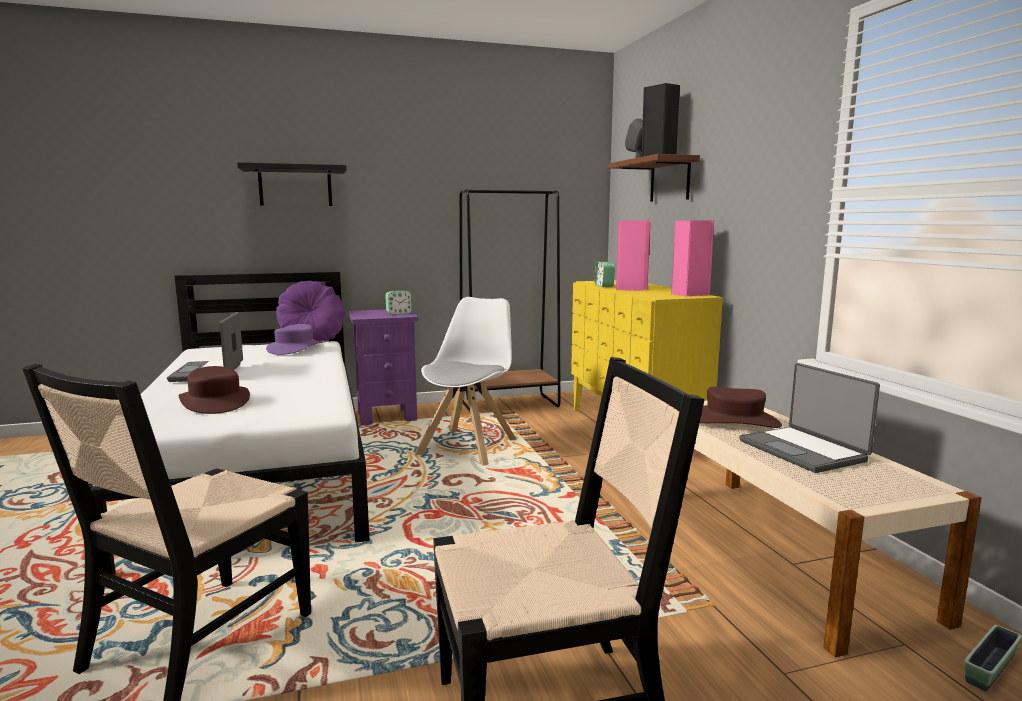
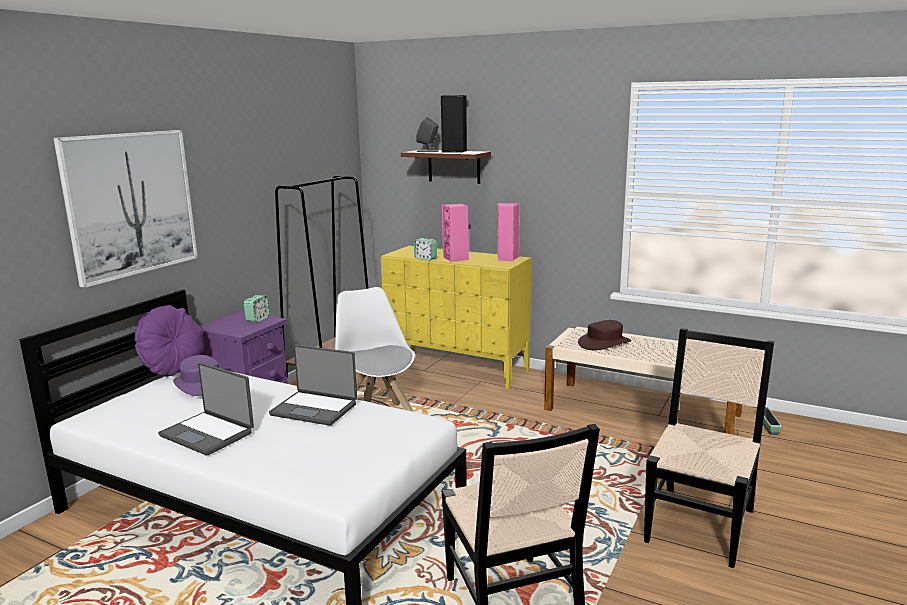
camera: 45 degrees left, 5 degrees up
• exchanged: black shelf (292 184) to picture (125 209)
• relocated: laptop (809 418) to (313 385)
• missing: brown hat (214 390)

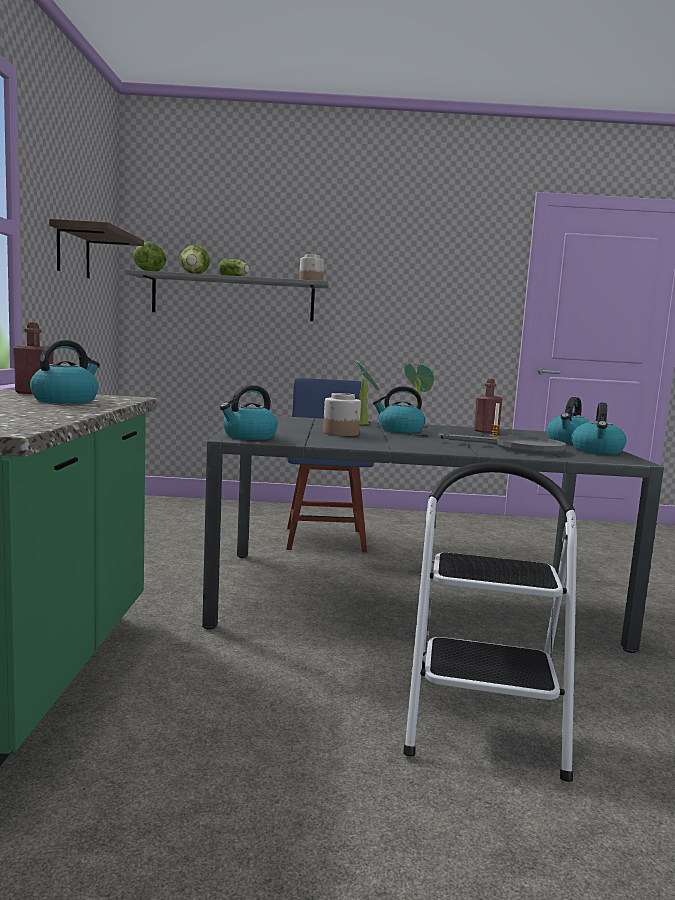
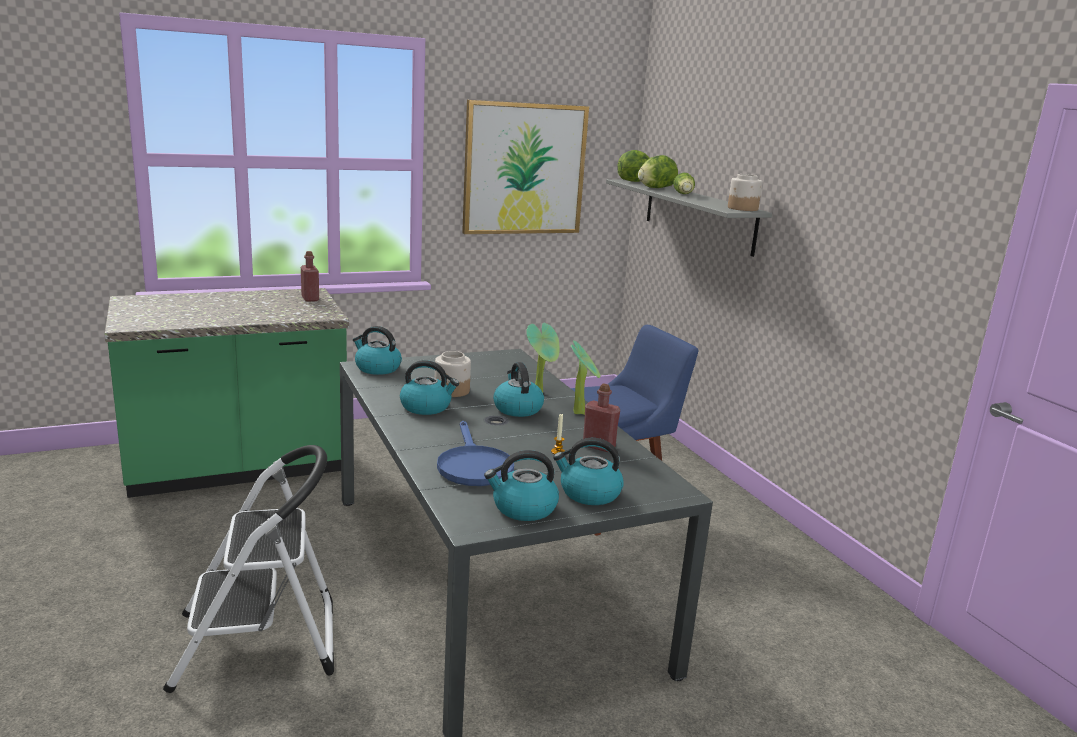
camera: 65 degrees right, 10 degrees up
• exchanged: shelf (96 248) to picture (525 167)
• relocated: kettle (65 371) to (429 387)
• colour: grey frying pan (502 444) to blue frying pan (475 453)

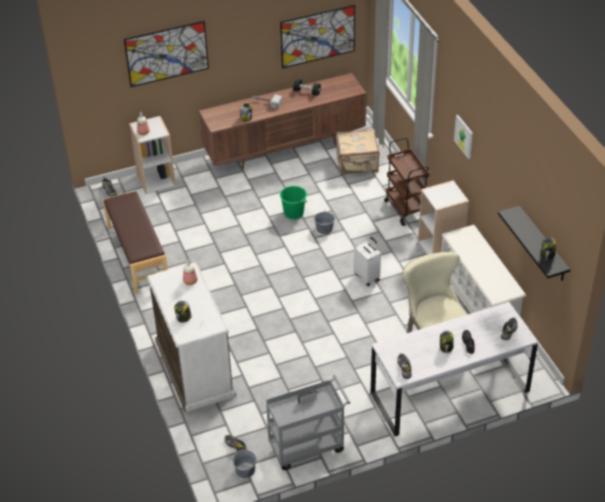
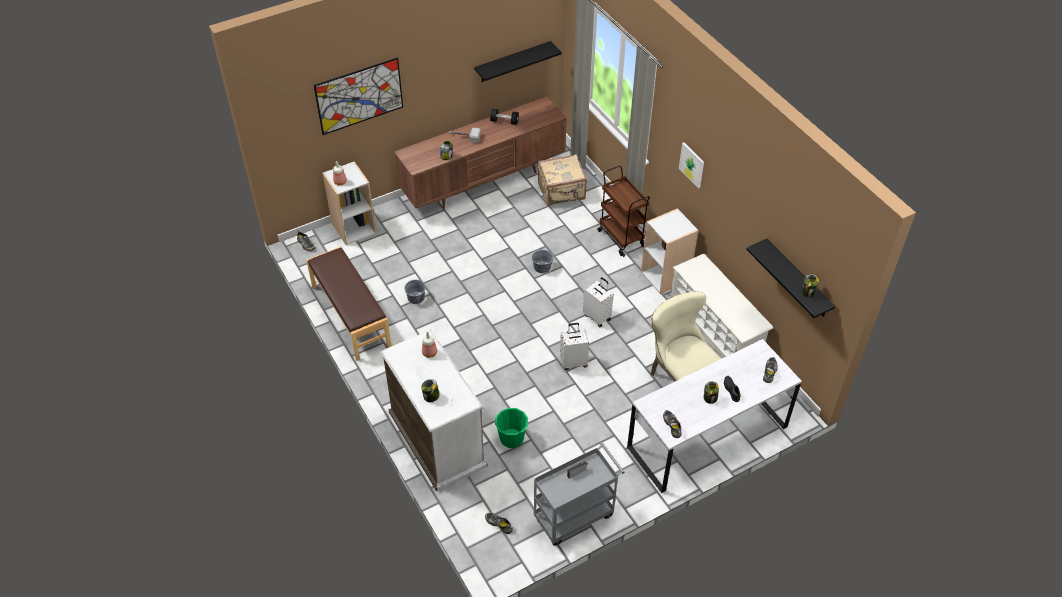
camera: 10 degrees left, 5 degrees up
• exchanged: picture (317 37) to black shelf (518 61)
• relocated: green bucket (293 202) to (512 428)
• relocated: grey bucket (244 464) to (415 291)
• appeared: white suitcase (574 346)

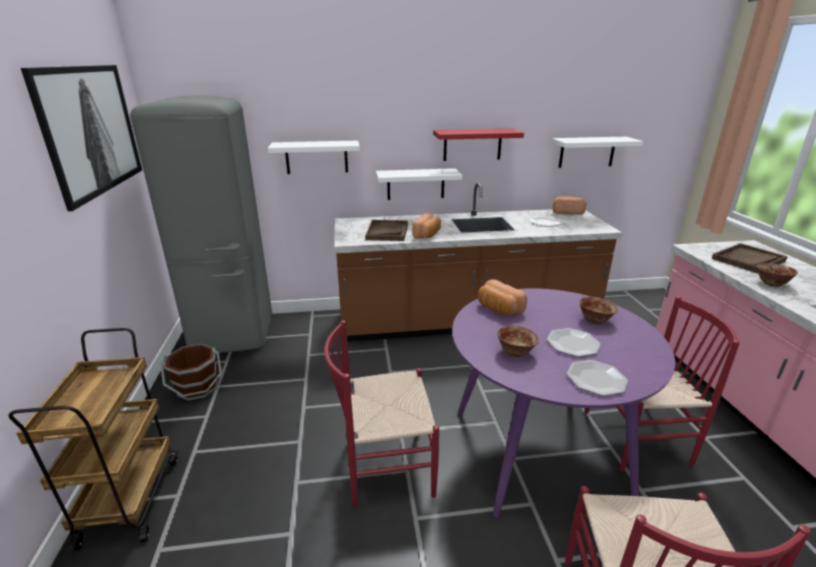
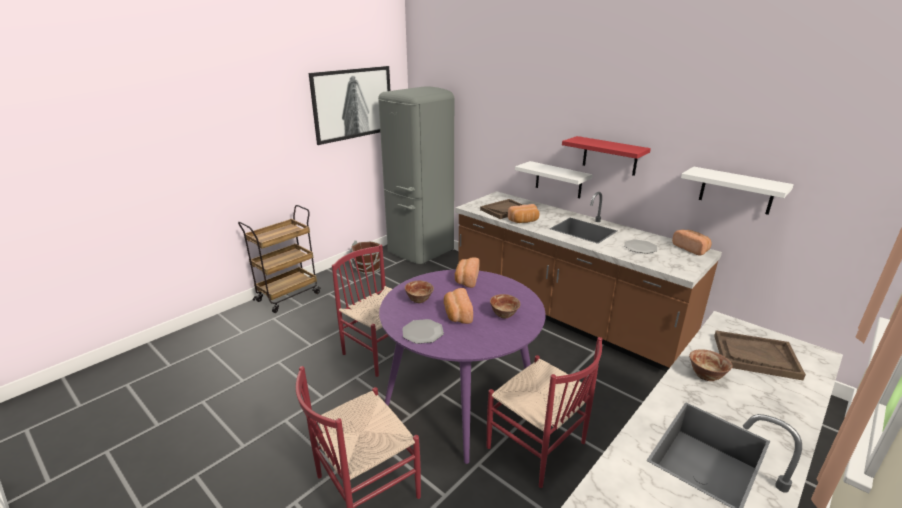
camera: 50 degrees right, 0 degrees up
• missing: white shelf (314 157)
• exchanged: plate (573 342) to bread (458 306)

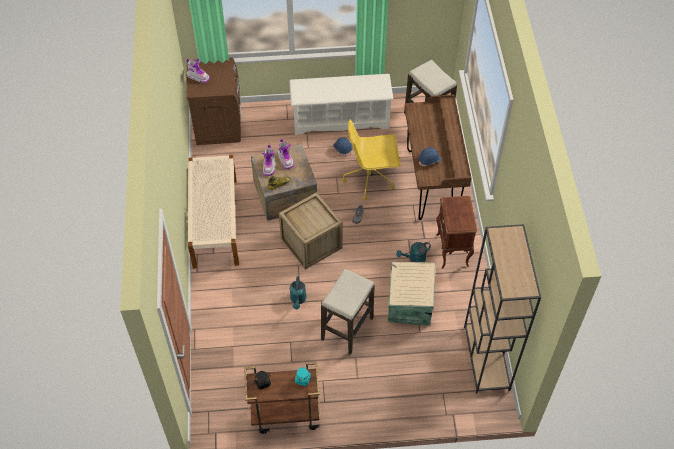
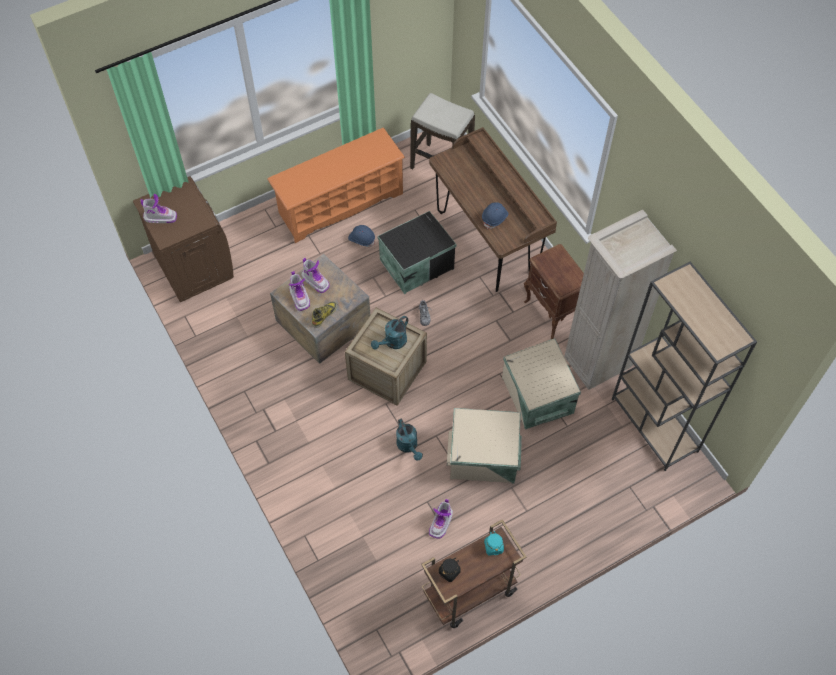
camera: 25 degrees left, 5 degrees up
• colour: white shoe rack (341 104) to orange shoe rack (336 185)
• exchanged: yellow office chair (371 159) to black storage box (417 252)
• missing: beige bench (213 212)
• relocated: turquoise watering can (413 252) to (389 333)
• exchanged: stool (348 311) to beige storage box (484 446)
• appeared: beige cabinet (620 300)
• appeared: boot (441 519)

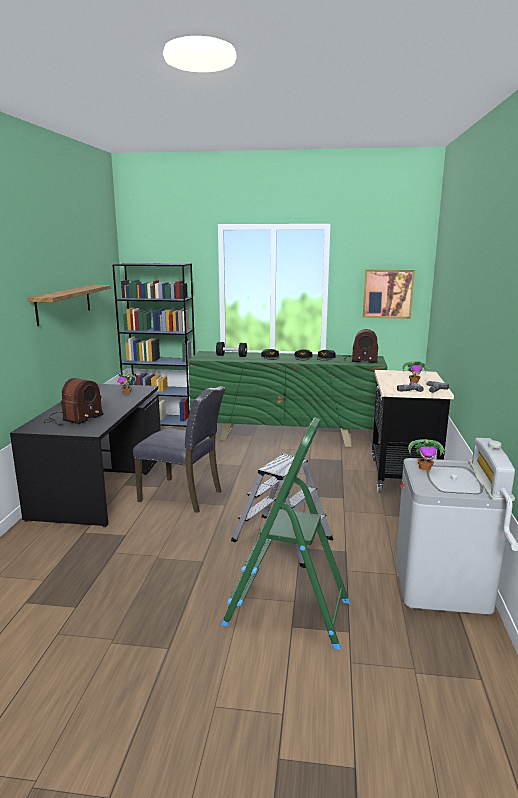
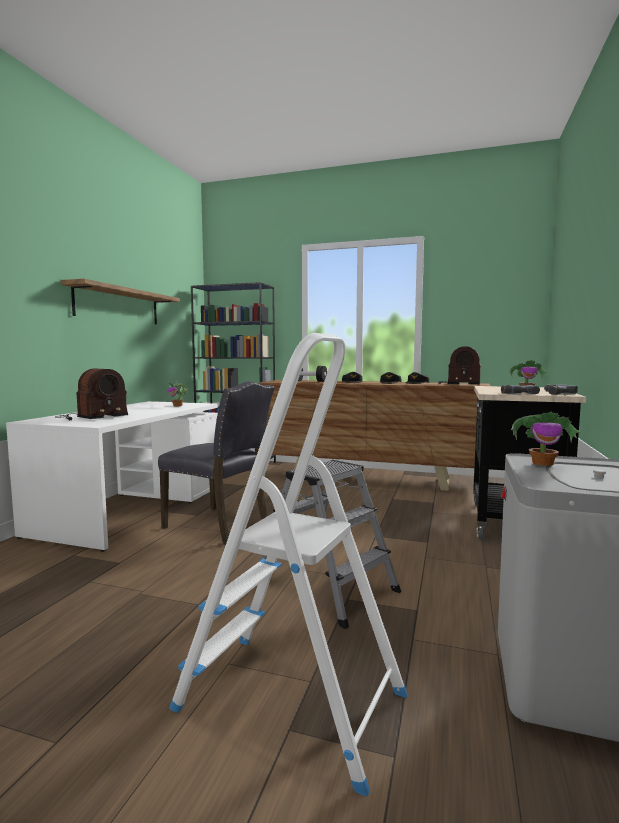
camera: 10 degrees right, 10 degrees down
• missing: picture (389 294)
• colour: green cabinet (287 399) to brown cabinet (375 435)
• colour: black desk (85 455) to white desk (112 476)
• colour: green step ladder (285 533) to white step ladder (288 564)

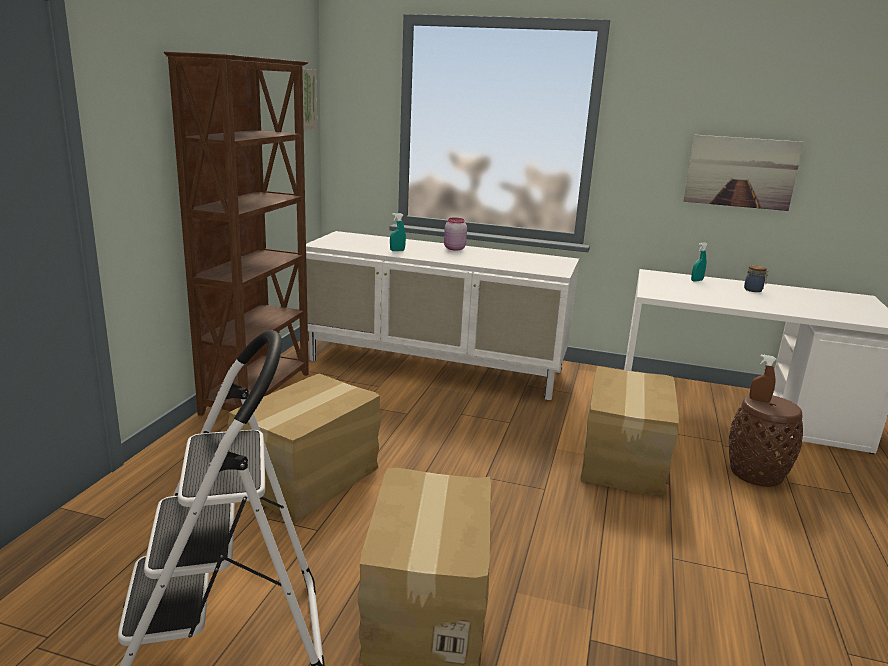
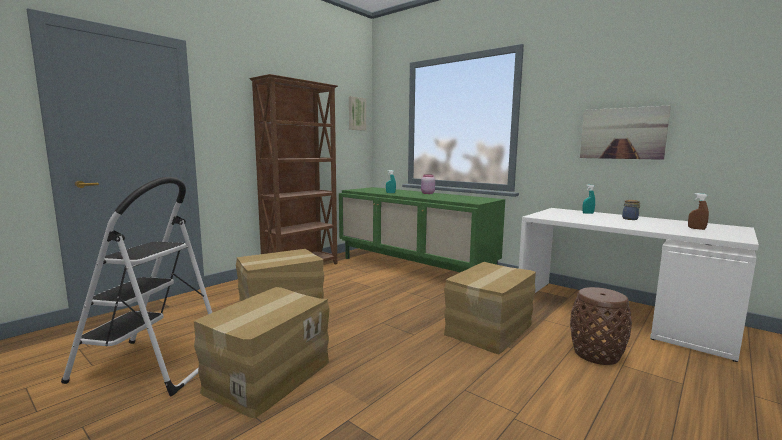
camera: 25 degrees right, 10 degrees down
• colour: white cabinet (442 315) to green cabinet (422 229)
• relocated: brown spray bottle (763 378) to (698 211)

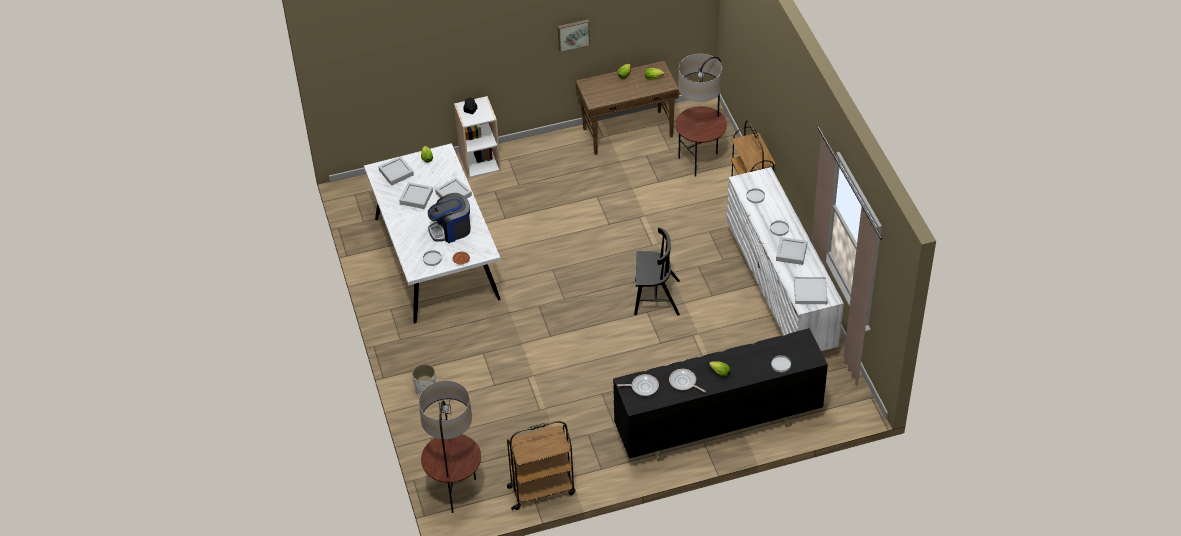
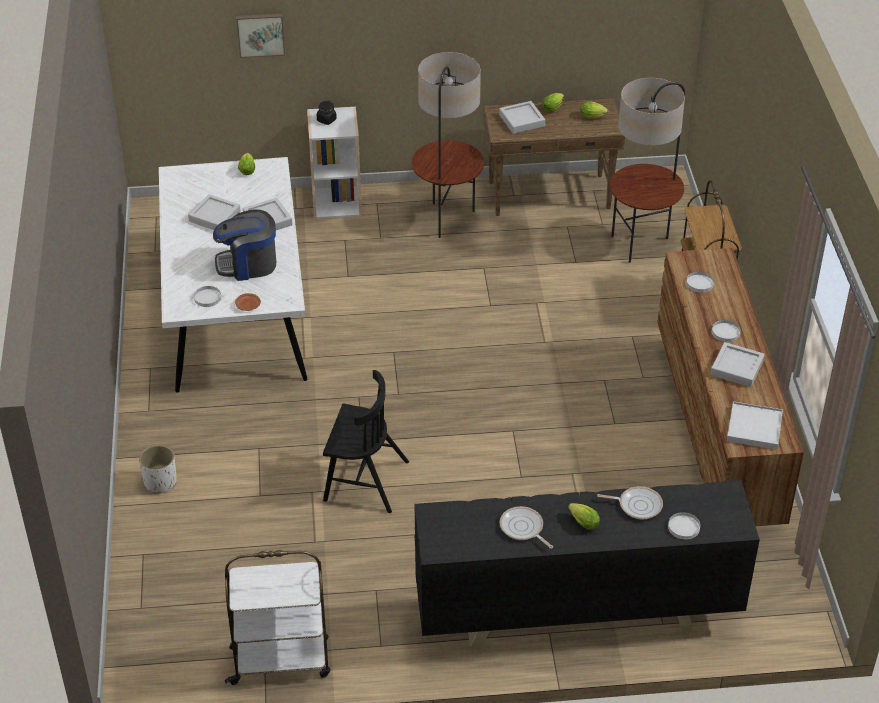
camera: 10 degrees right, 5 degrees down
• relocated: picture (574 35) to (260 36)
• relocated: grey tray (396 171) to (522 117)
• colour: white cabinet (785 259) to brown cabinet (730 387)
• relocated: black chair (657 271) to (366 441)
• relocated: frying pan (638 385) to (630 503)
• relocated: floor lamp (450 446) to (448 145)
• colour: brown cart (541 465) to white cart (277 617)

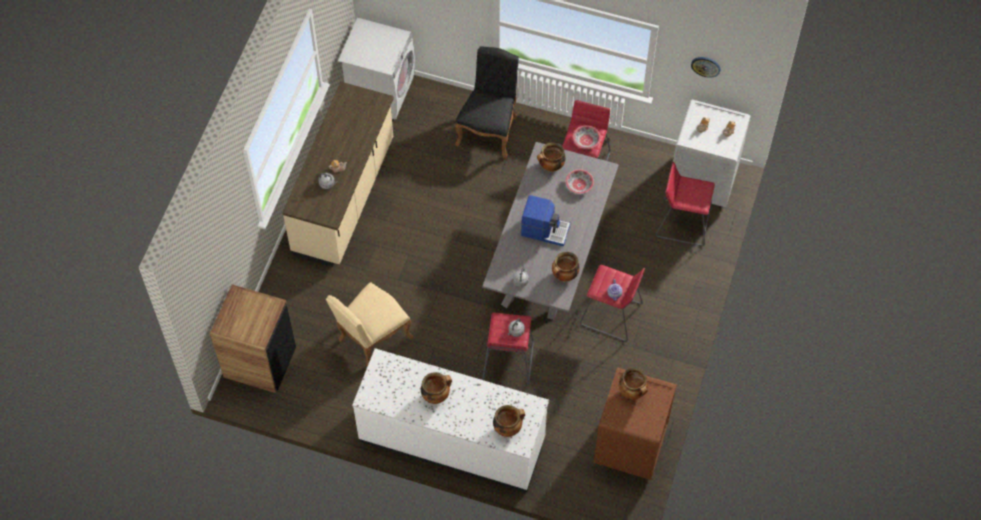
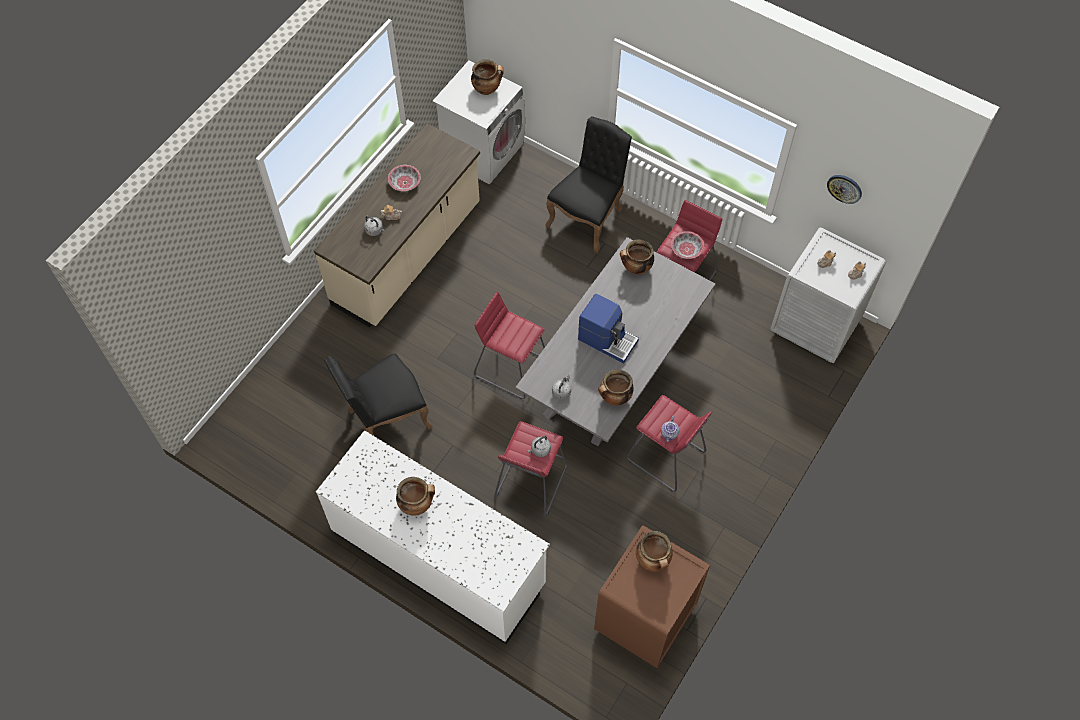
camera: 15 degrees right, 0 degrees up
• relocated: red stool (685 204) to (509 345)
• relocated: bowl (579 181) to (404 178)
• colour: beige chair (369 324) to black chair (378 394)
• missing: brown cabinet (253 338)
• relocated: cooking pot (509 421) to (487 77)

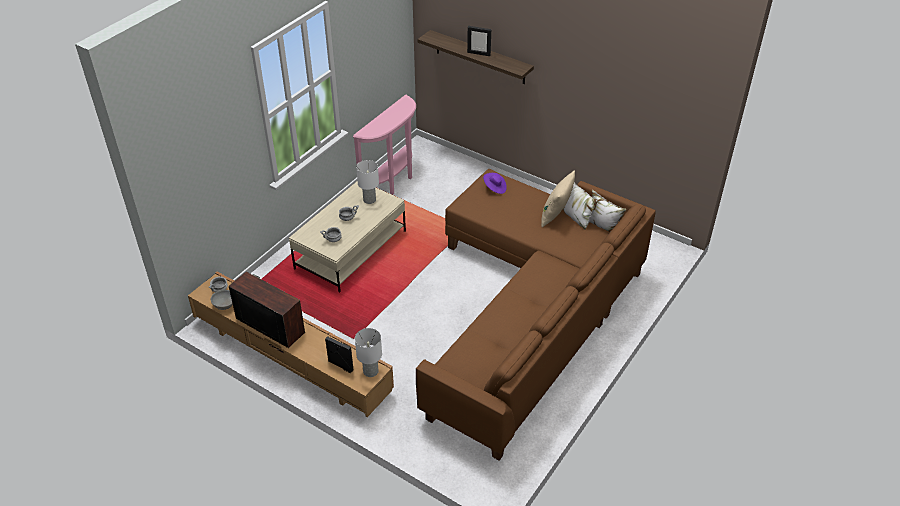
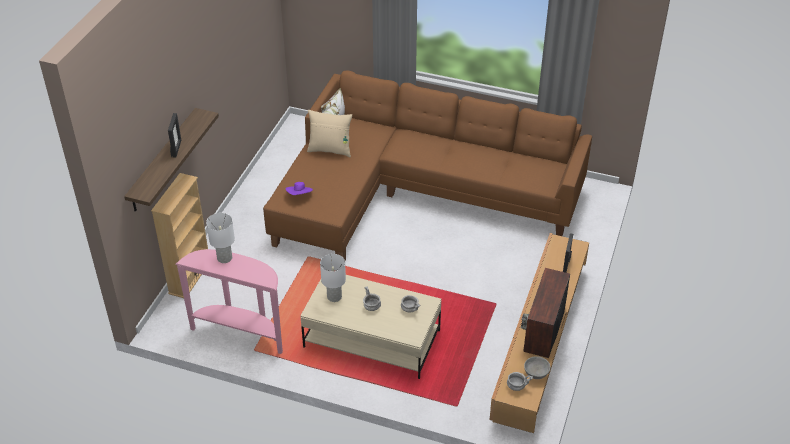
camera: 105 degrees left, 0 degrees up
• relocated: white table lamp (368 352) to (220 238)
• appeared: beige bookcase (179 235)

